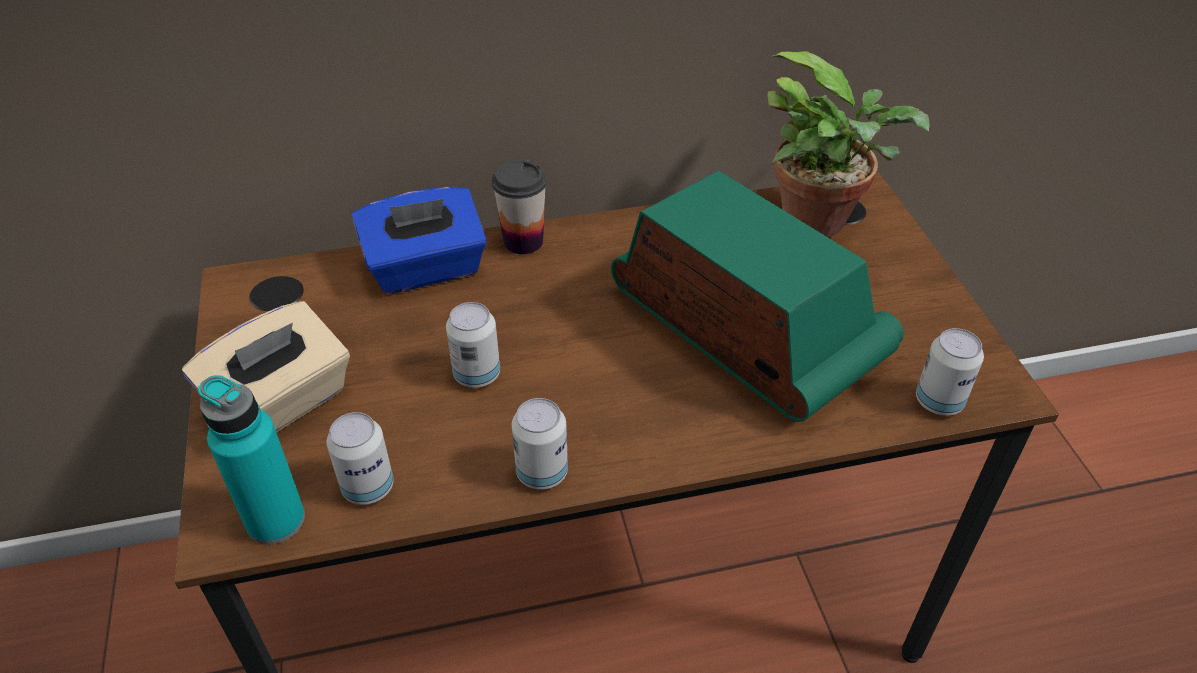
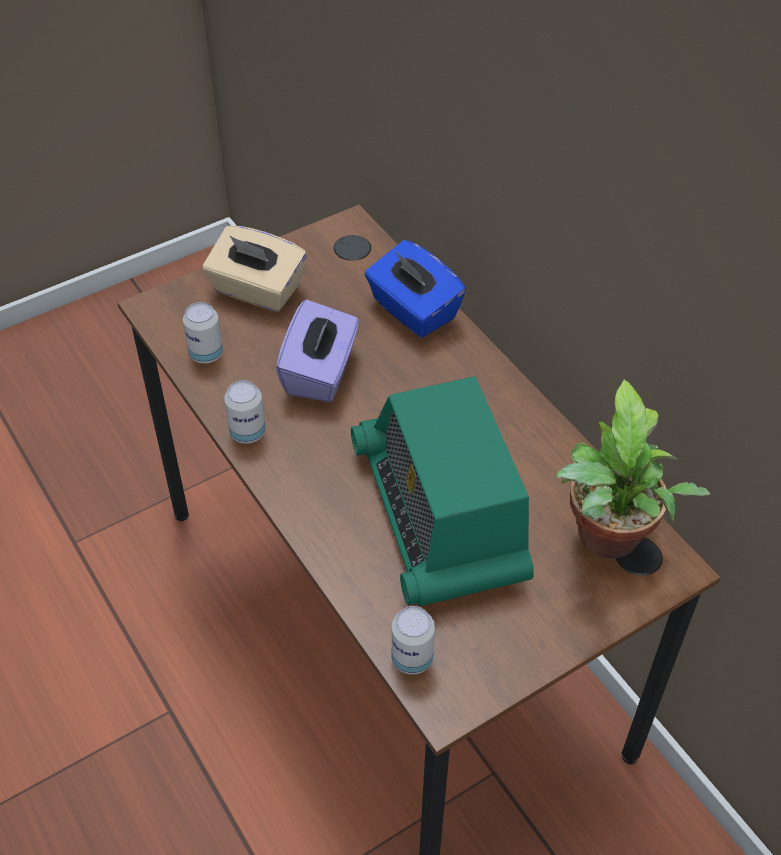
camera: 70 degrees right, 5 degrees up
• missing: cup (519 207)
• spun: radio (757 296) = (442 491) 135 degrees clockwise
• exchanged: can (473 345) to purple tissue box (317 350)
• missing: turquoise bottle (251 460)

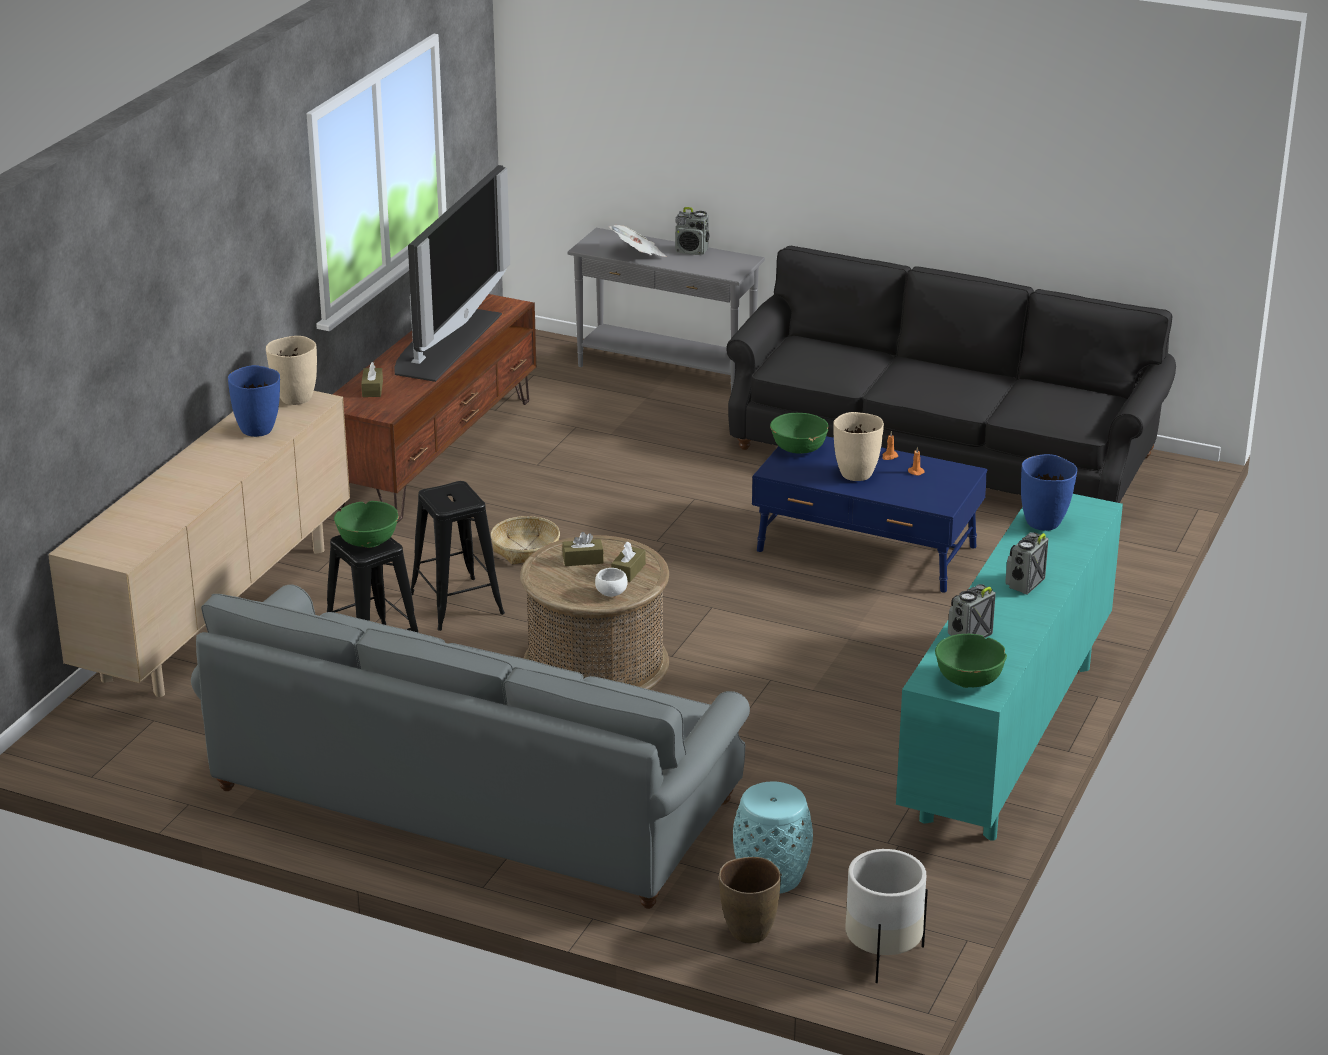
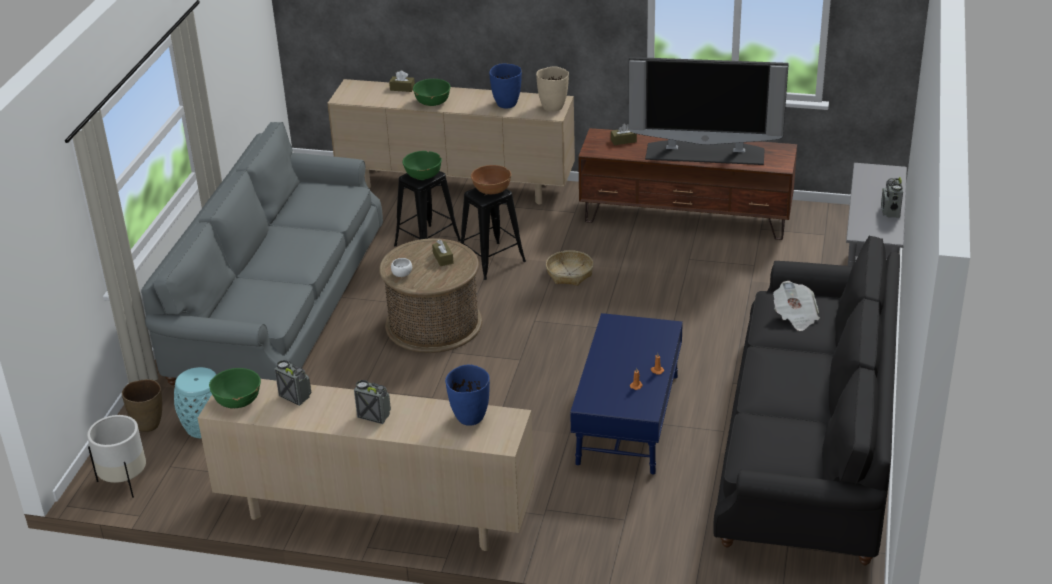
camera: 80 degrees right, 5 degrees up
• relocated: newspaper (638 241) to (796 306)
• missing: beige vase (858 446)
• relocated: green bowl (799 433) to (432 92)
• colour: turquoise cabinet (1009 667) to beige cabinet (366 465)
• relocated: brown tissue box (628 562) to (402 81)
• appeared: brown bowl (491 179)

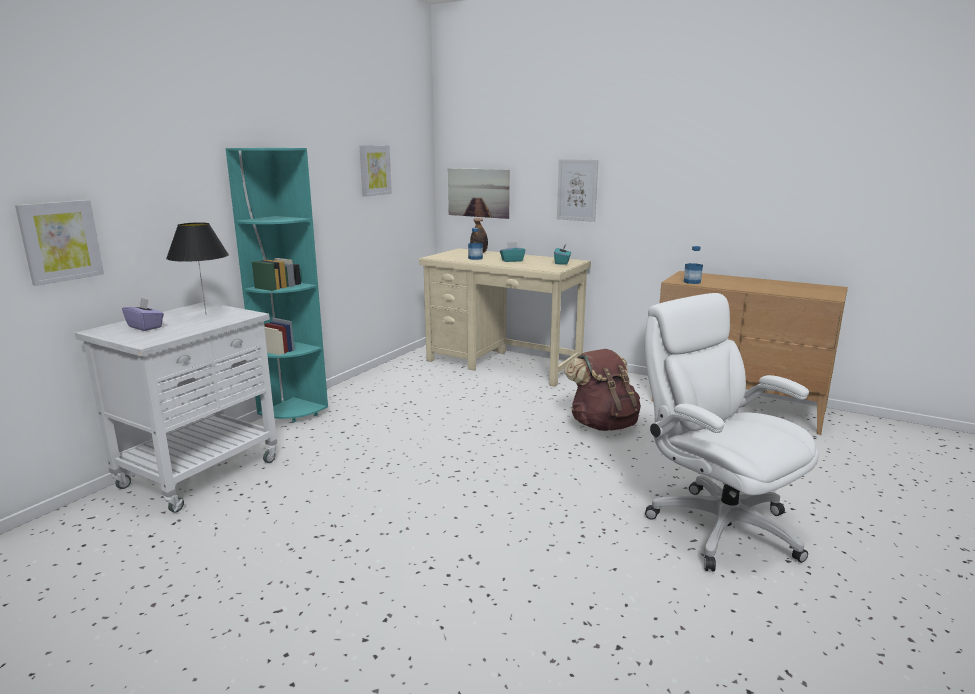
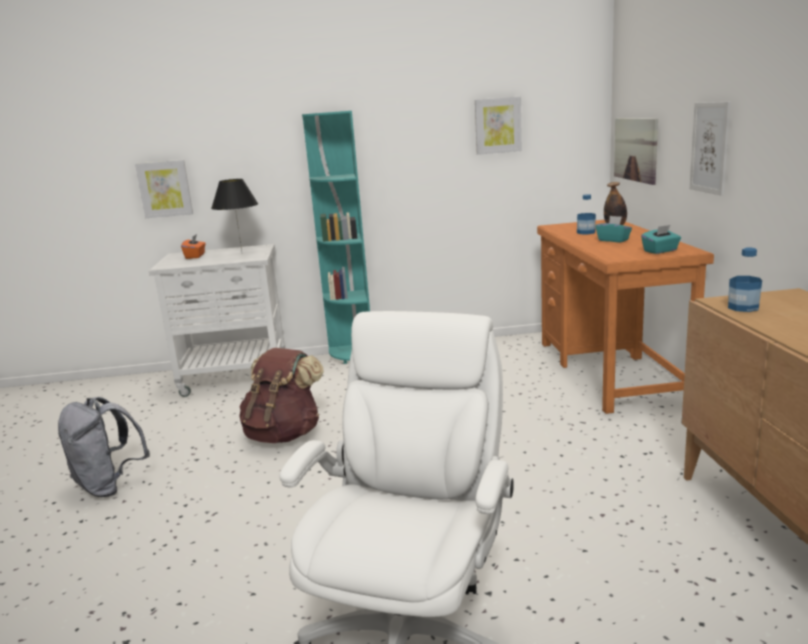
camera: 55 degrees right, 0 degrees up
• colour: beige desk (505 317) to orange desk (625 317)
• colour: purple tissue box (143 314) to orange tissue box (193 246)
• relocated: brown backpack (603 390) to (281 395)
• appeared: grey backpack (104 447)

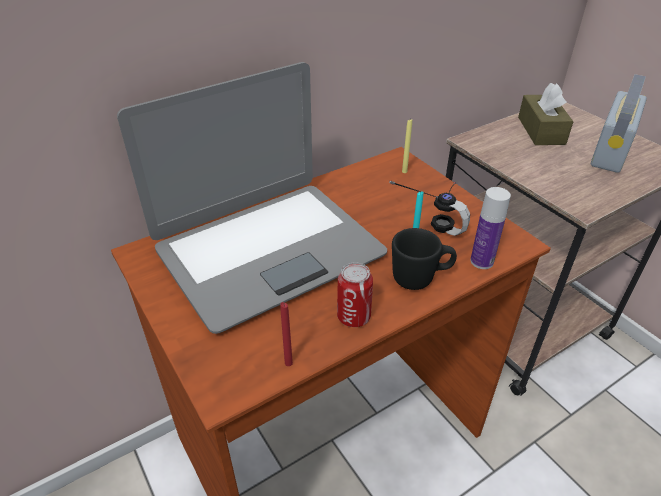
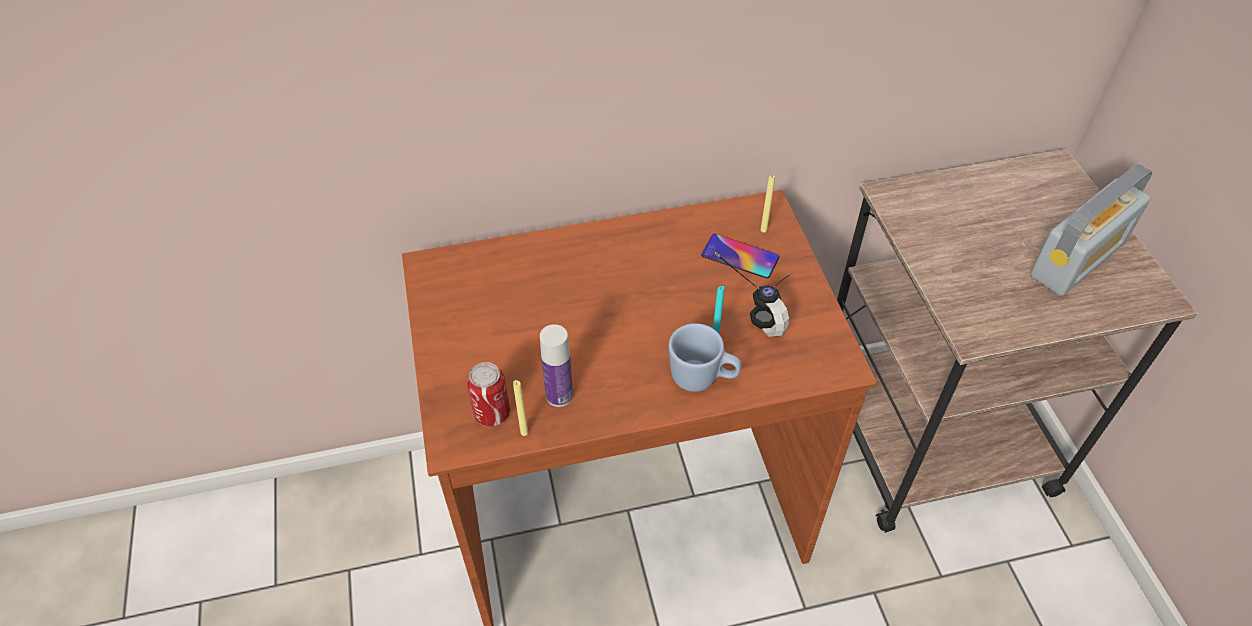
camera: 20 degrees right, 10 degrees up
• missing: laptop (252 198)
• missing: brown tissue box (546 114)
• relocated: bottle (490 228) to (556 365)
• colour: black mug (424 259) to blue mug (705 357)
• relocated: can (355 294) to (488 394)
• colour: red candle (286 334) to yellow candle (520 408)
• appeared: phone (740 256)

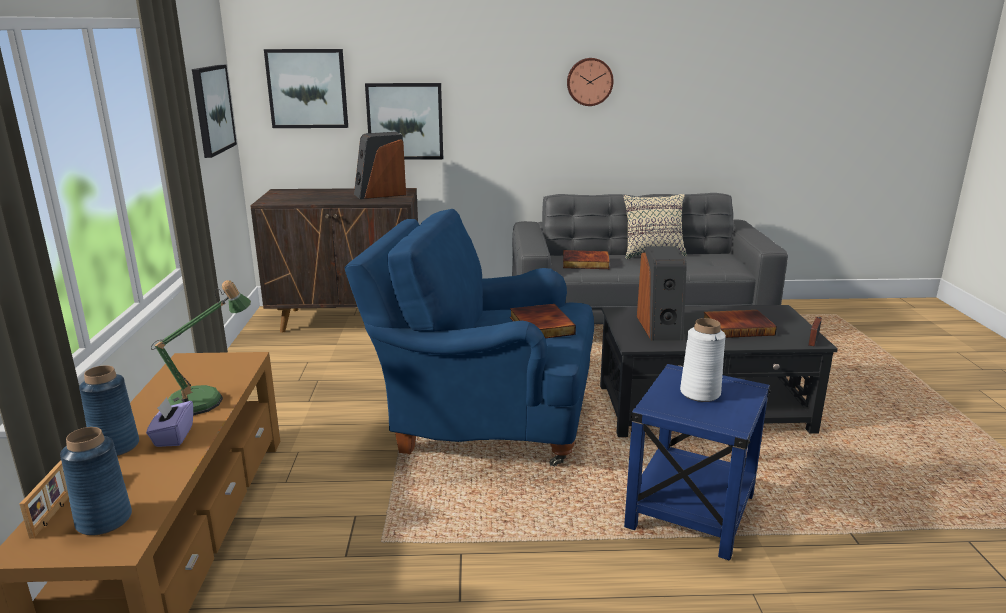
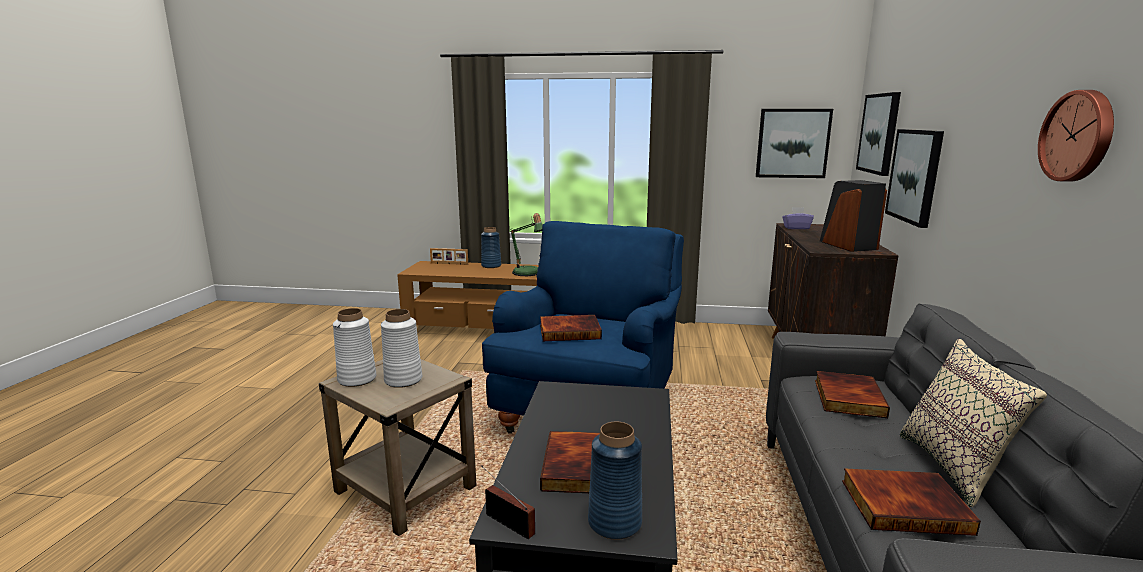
camera: 100 degrees right, 5 degrees down
• missing: speaker (662 293)
• colour: blue side table (697 462) to beige side table (398 447)
• relocated: purple tissue box (169 422) to (798 218)
• relocated: blue vase (96 481) to (615 481)
• appeared: white vase (354 347)
• appeared: book (911 502)

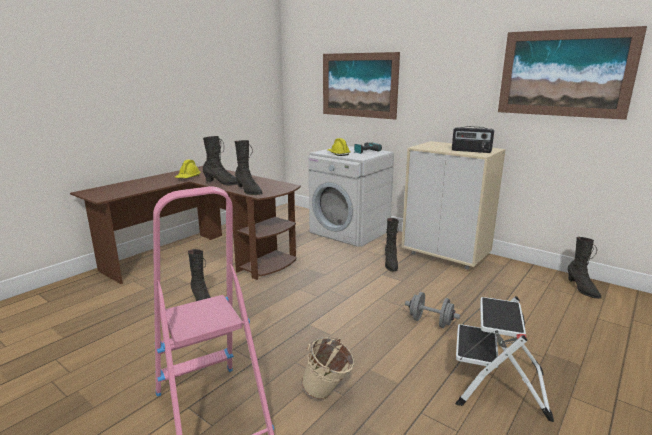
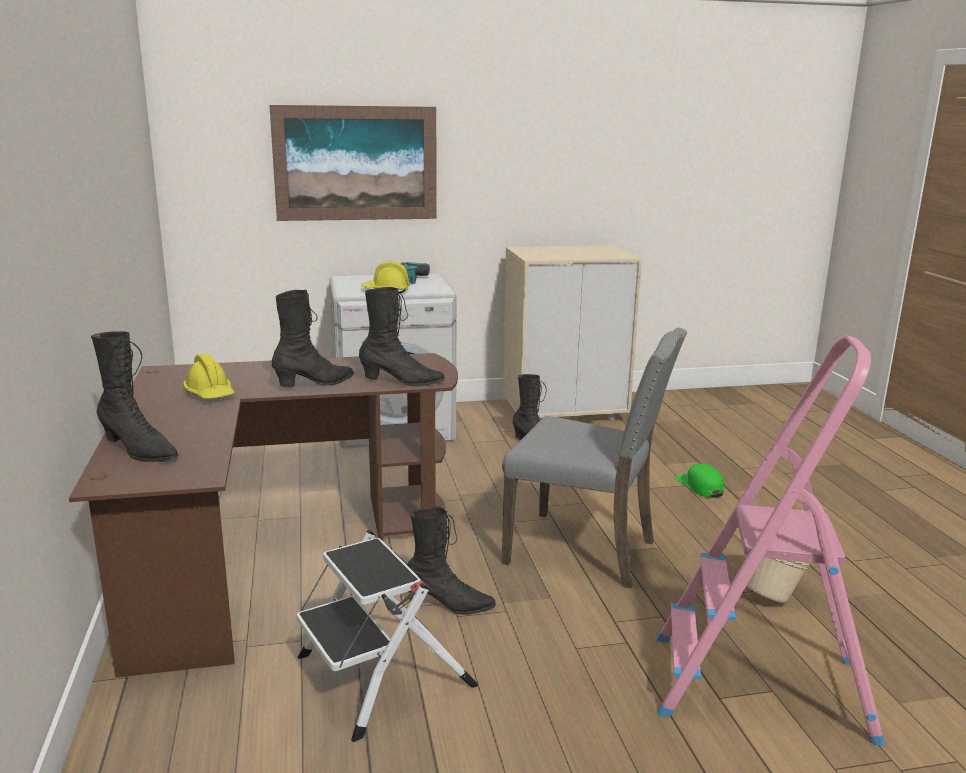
camera: 50 degrees left, 0 degrees up
• missing: picture (572 73)
• missing: radio (473 139)
• relocated: black boot (584 268) to (134 396)
• exchanged: grey dumbbell (432 310) to green cap (699 480)
• relocated: step ladder (504 359) to (387 636)
• appeared: grey chair (594 458)

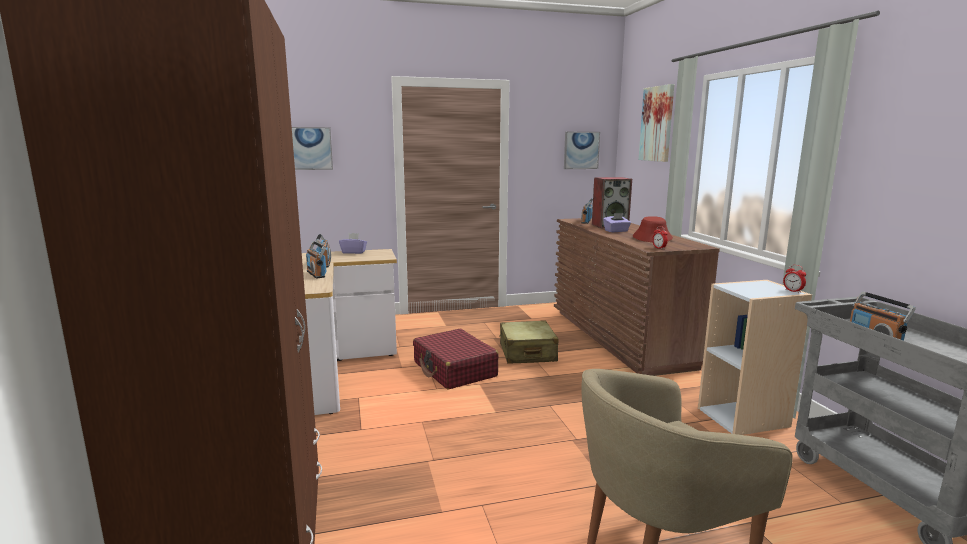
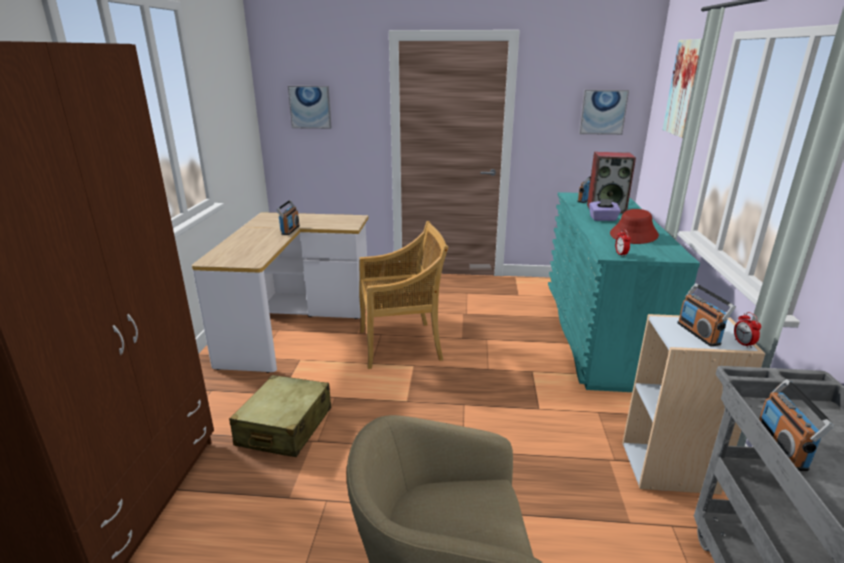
camera: 20 degrees right, 10 degrees up
• colour: brown dresser (637 297) to turquoise dresser (624 292)
• missing: purple tissue box (353 243)
• relocated: radio (316 259) to (706 314)
• relocated: beige suitcase (529 342) to (280 416)
• exchanged: red suitcase (456 359) to beige chair (404 295)

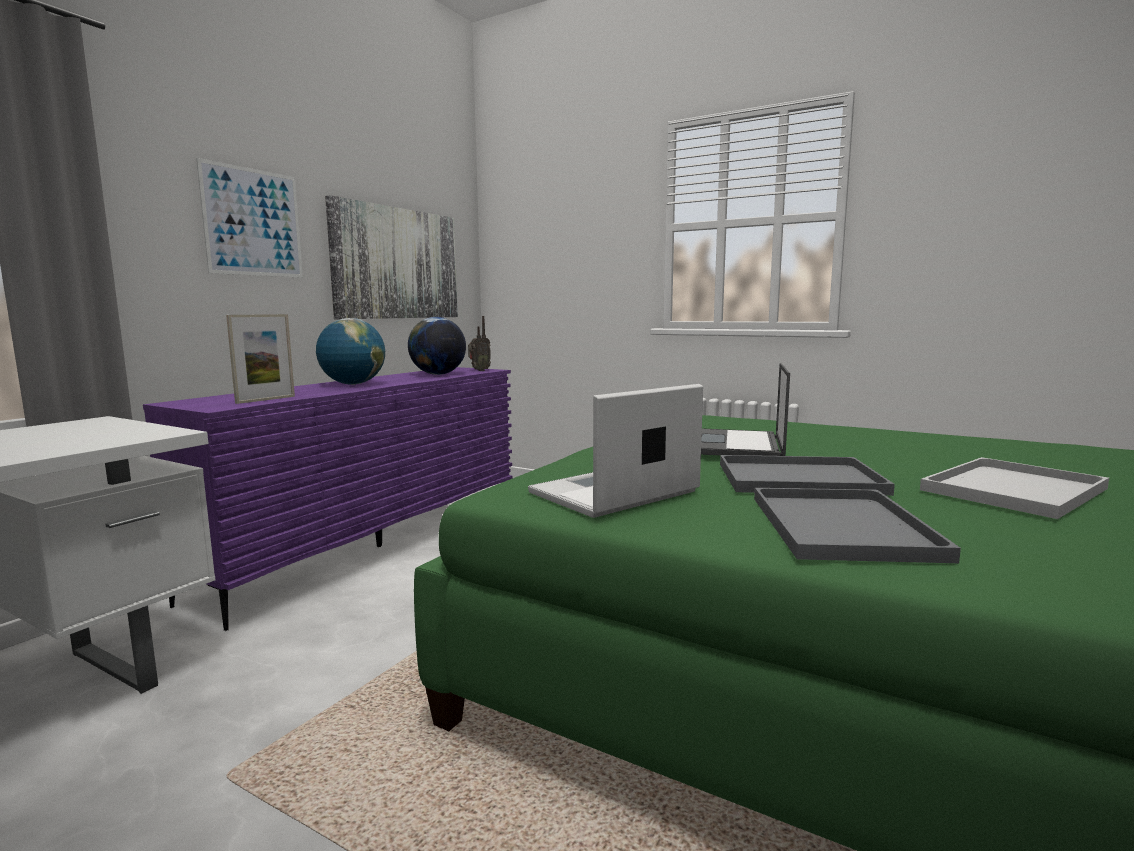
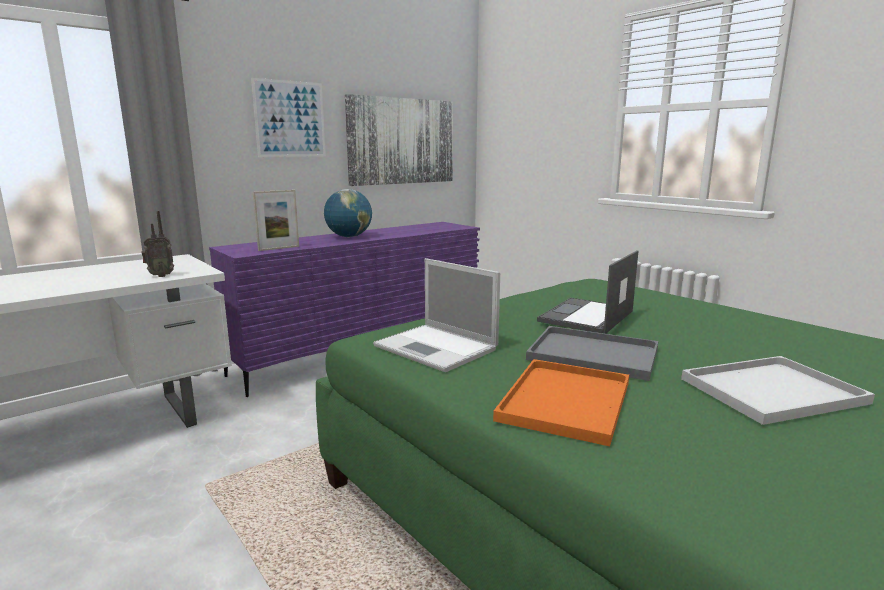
camera: 20 degrees right, 5 degrees up
• relocated: radio (479 343) to (157 244)
• missing: globe (437 346)
• spun: laptop (615 451) = (436 315) 120 degrees counterclockwise
• colour: grey tray (857 525) to orange tray (561 402)

